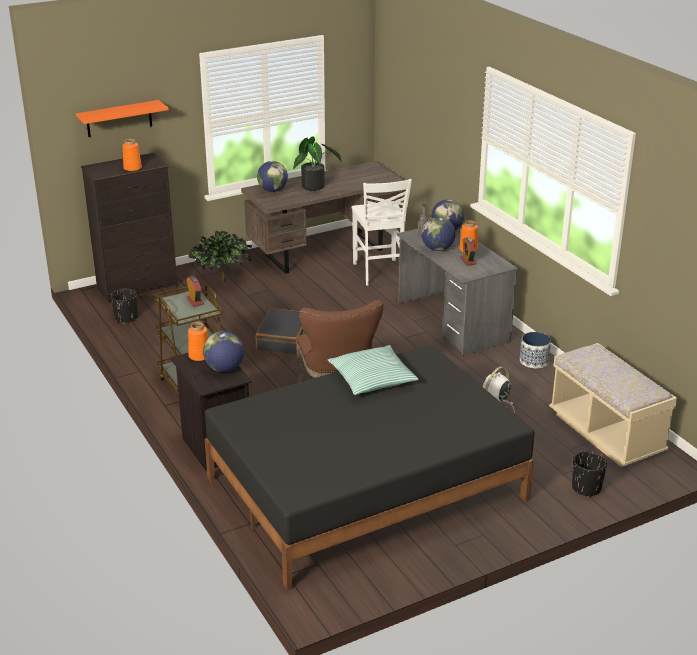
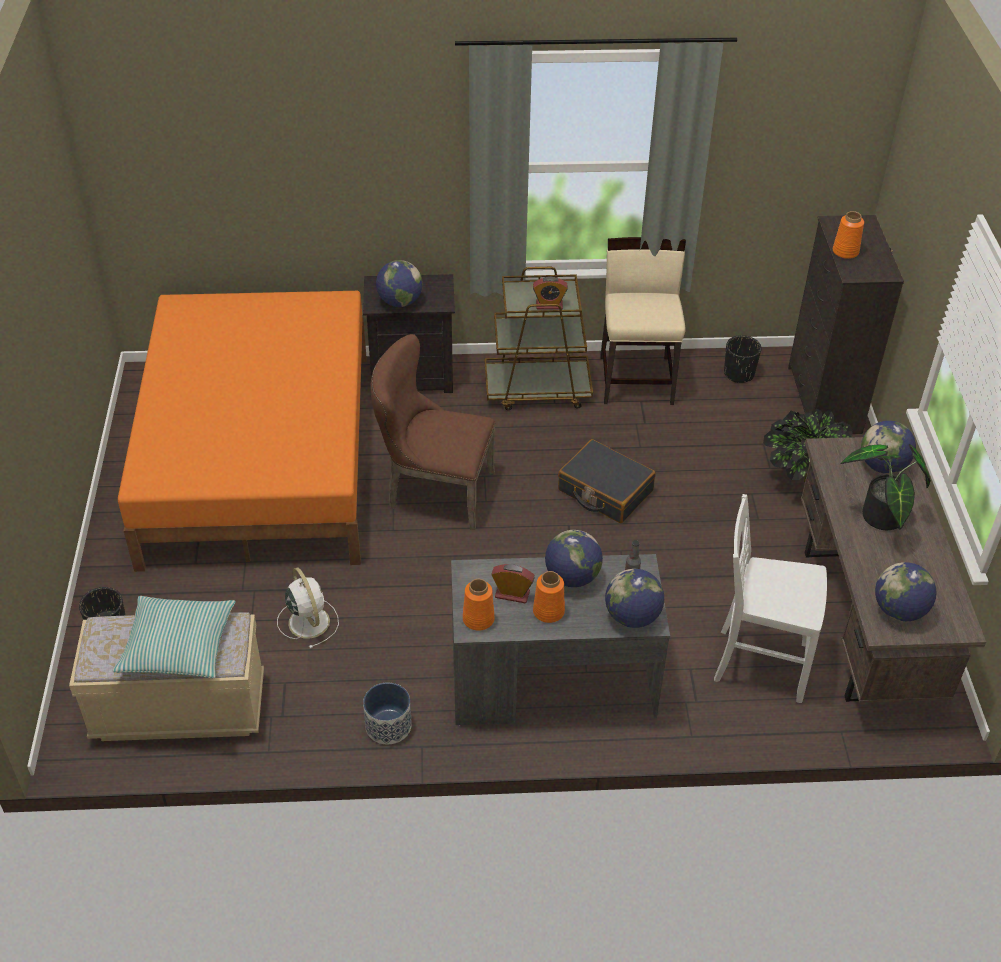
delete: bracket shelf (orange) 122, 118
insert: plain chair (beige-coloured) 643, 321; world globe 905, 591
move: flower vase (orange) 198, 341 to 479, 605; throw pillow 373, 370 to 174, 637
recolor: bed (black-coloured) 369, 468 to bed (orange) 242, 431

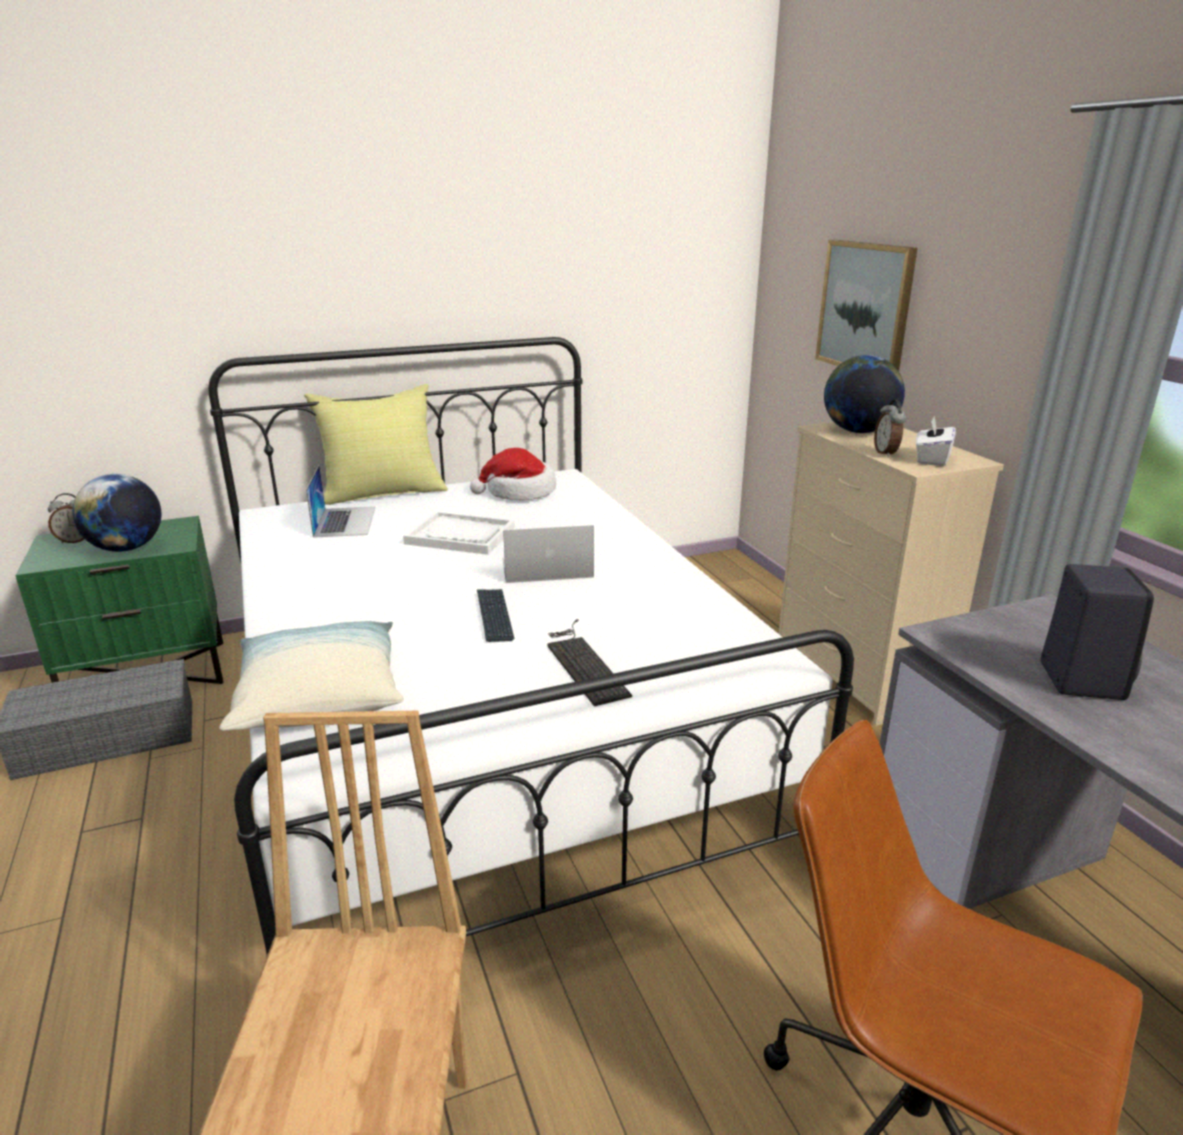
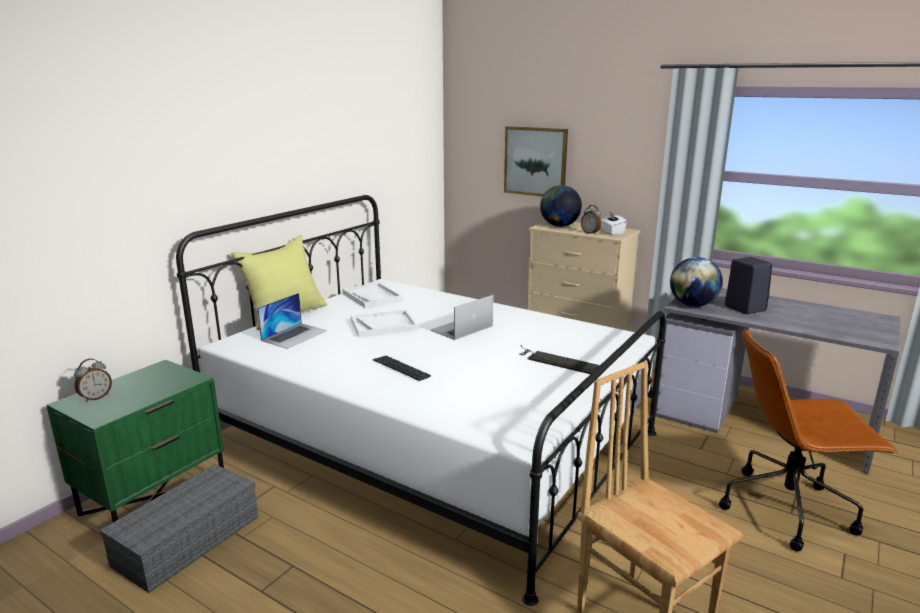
delete: throw pillow 311, 676
move: world globe 116, 513 to 696, 282; computer keyboard 495, 615 to 402, 368
replace: clothing hat 513, 474 to carrying tray (whitish) 372, 295
rotate: notebook computer 340, 502 = 292, 321 75 degrees clockwise

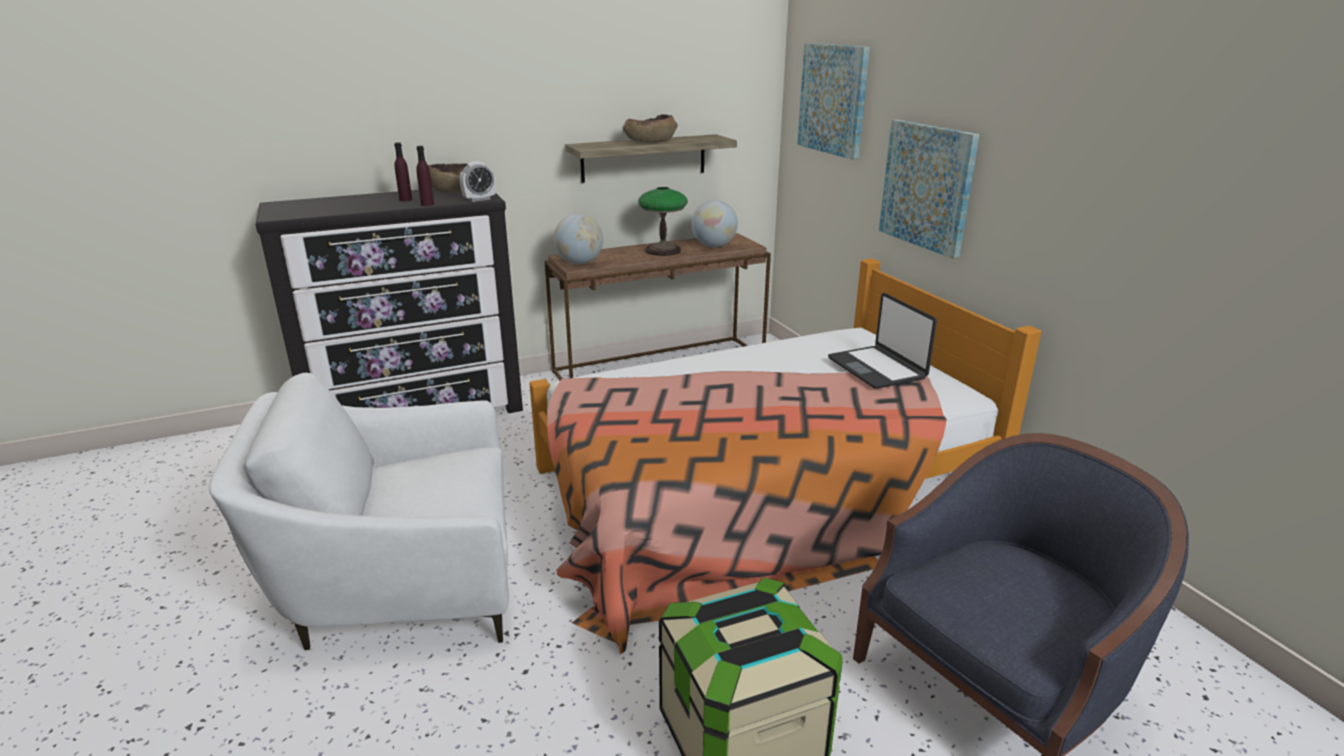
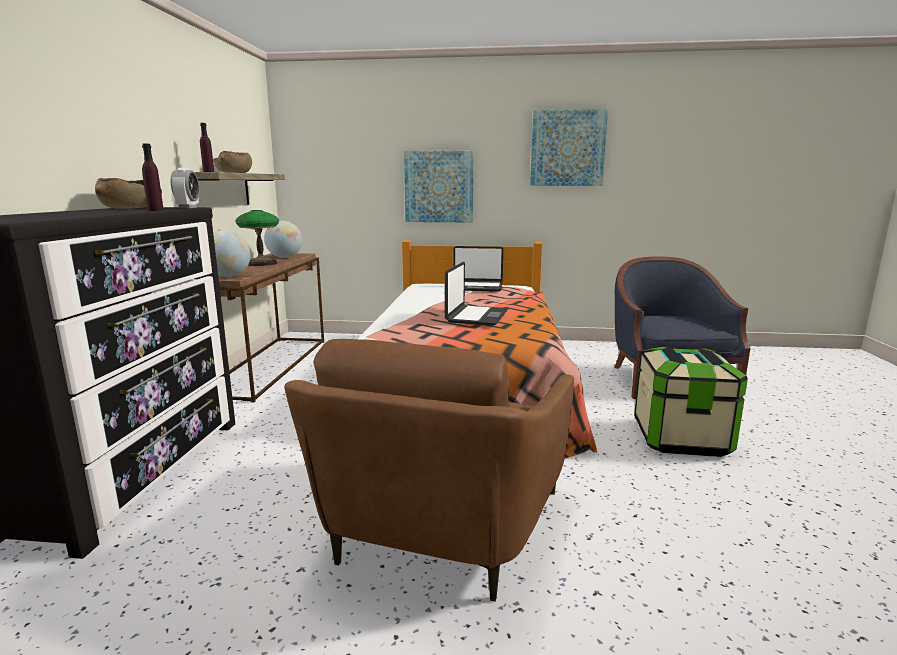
insert: notebook computer 476, 294
move: beverage bottle (purplish) 403, 171 to 207, 147; wall art 833, 101 to 569, 147
recolor: armchair (whitish) 359, 511 to armchair (brownish) 429, 470

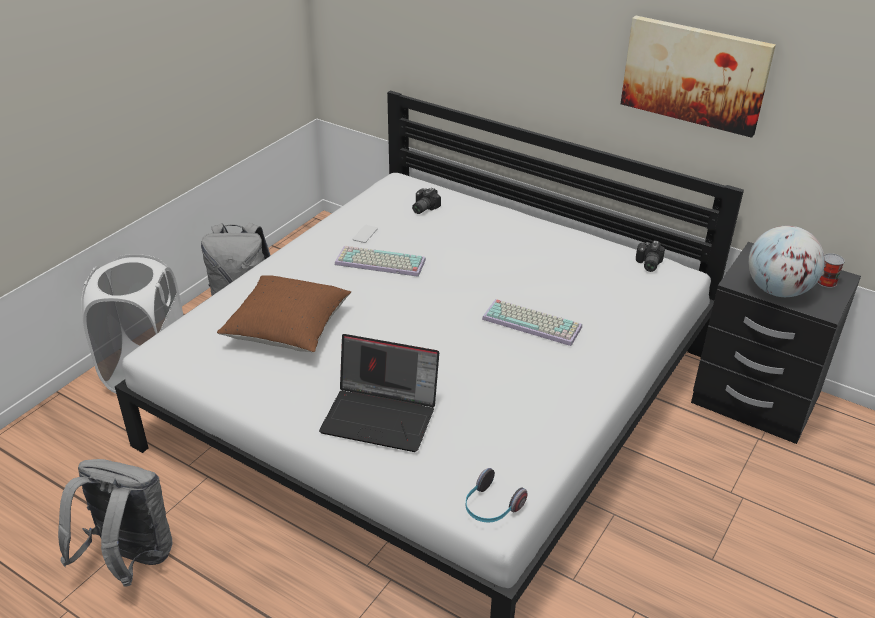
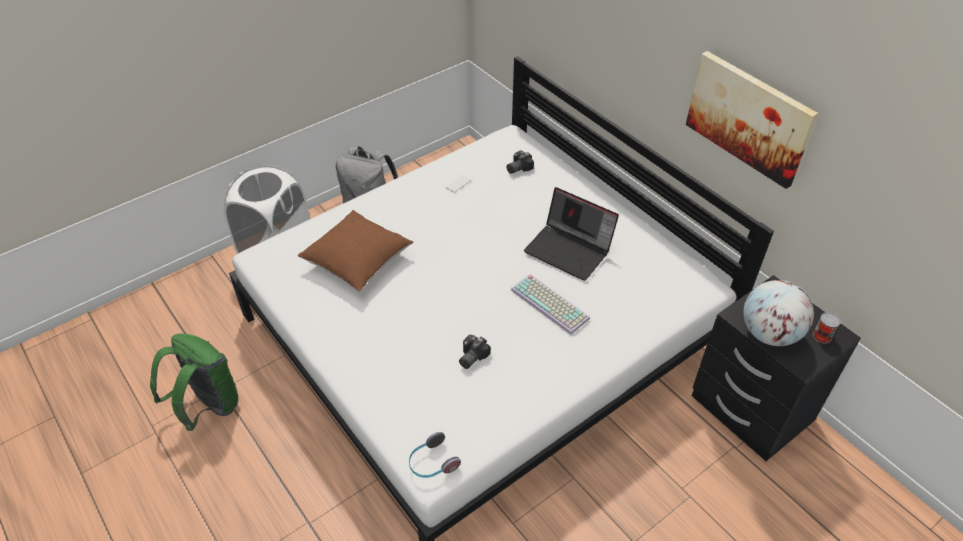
delete: computer keyboard 380, 261
move: notebook computer 379, 393 to 571, 234; still camera 650, 256 to 475, 352
recolor: backpack (gray) 115, 523 to backpack (green) 194, 382

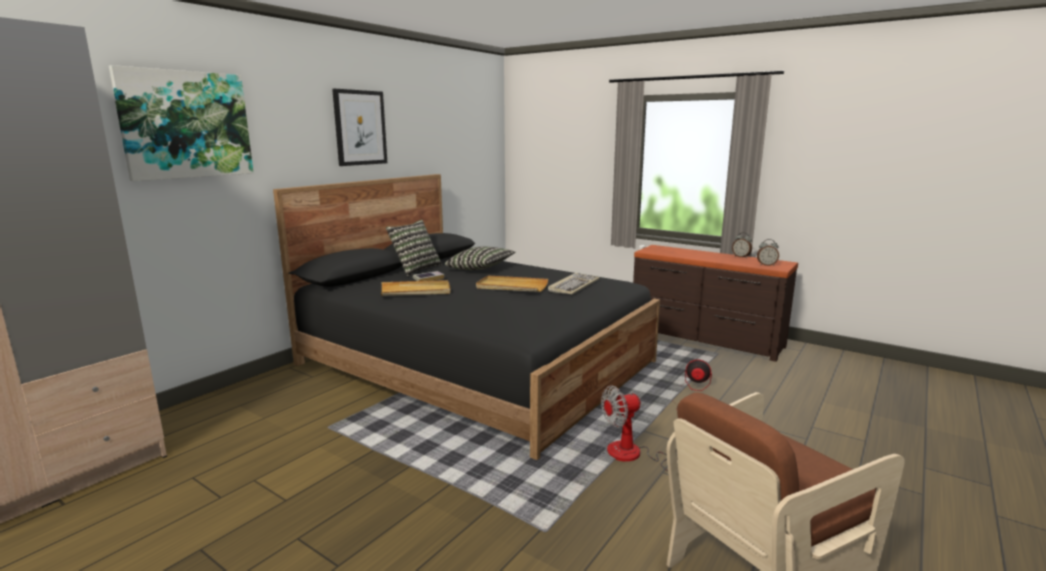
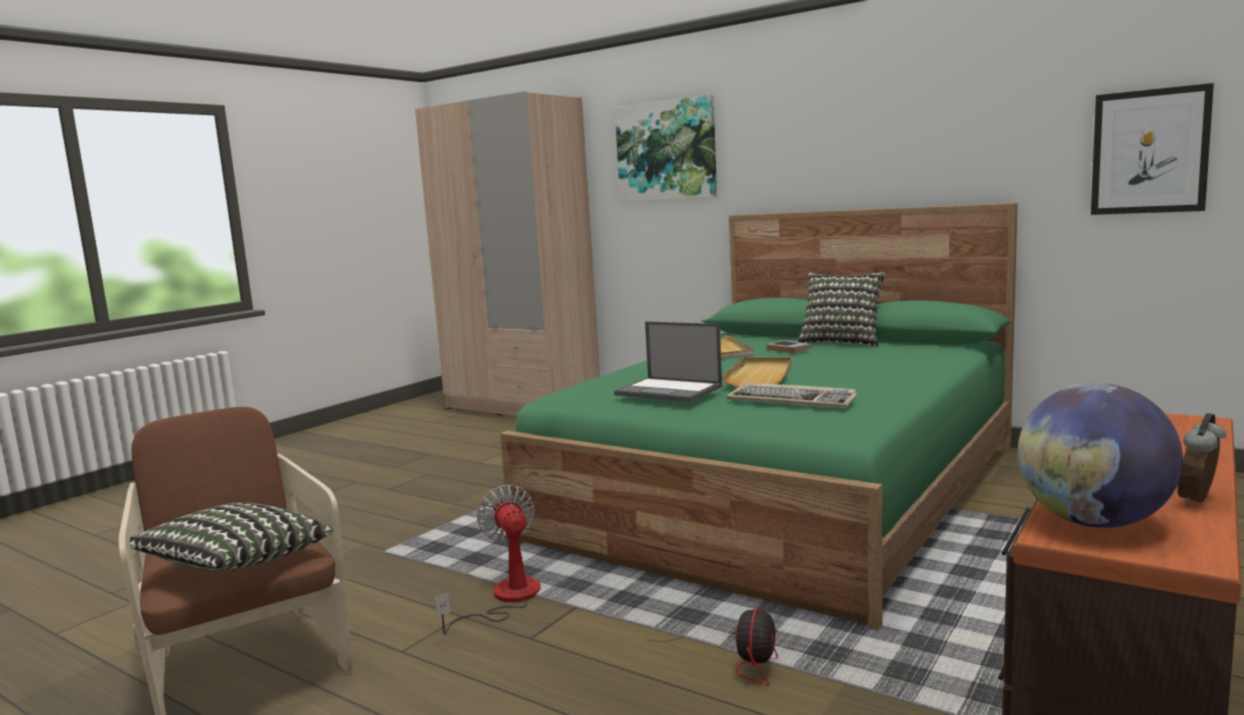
insert: notebook computer 668, 361
move: wall art 359, 127 to 1152, 149; throw pillow 480, 258 to 231, 536
replace: table clock 768, 252 to world globe 1100, 455
recolor: bed (black-coloured) 466, 317 to bed (green) 759, 417

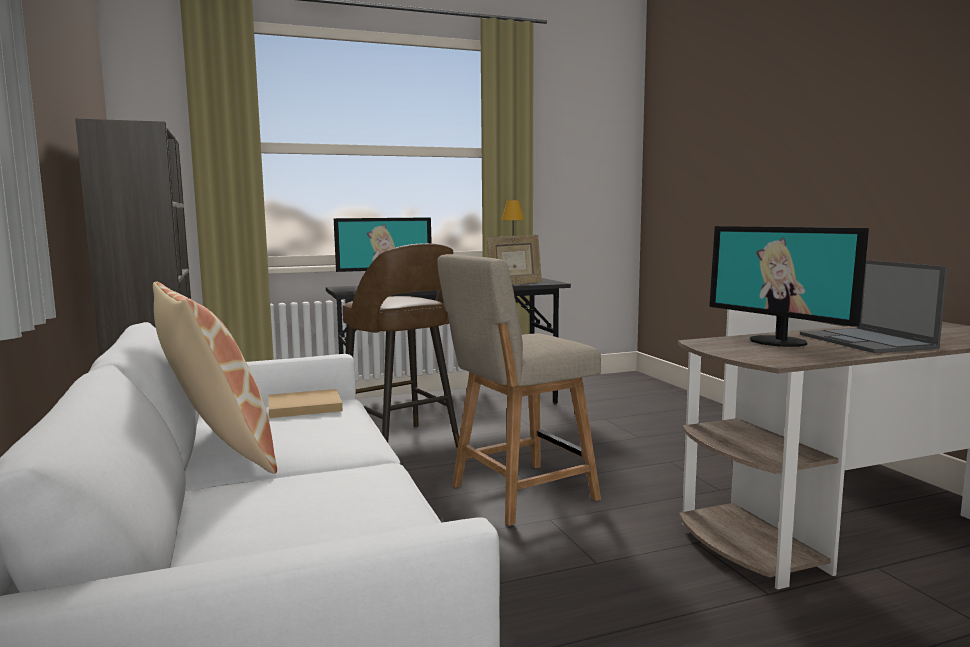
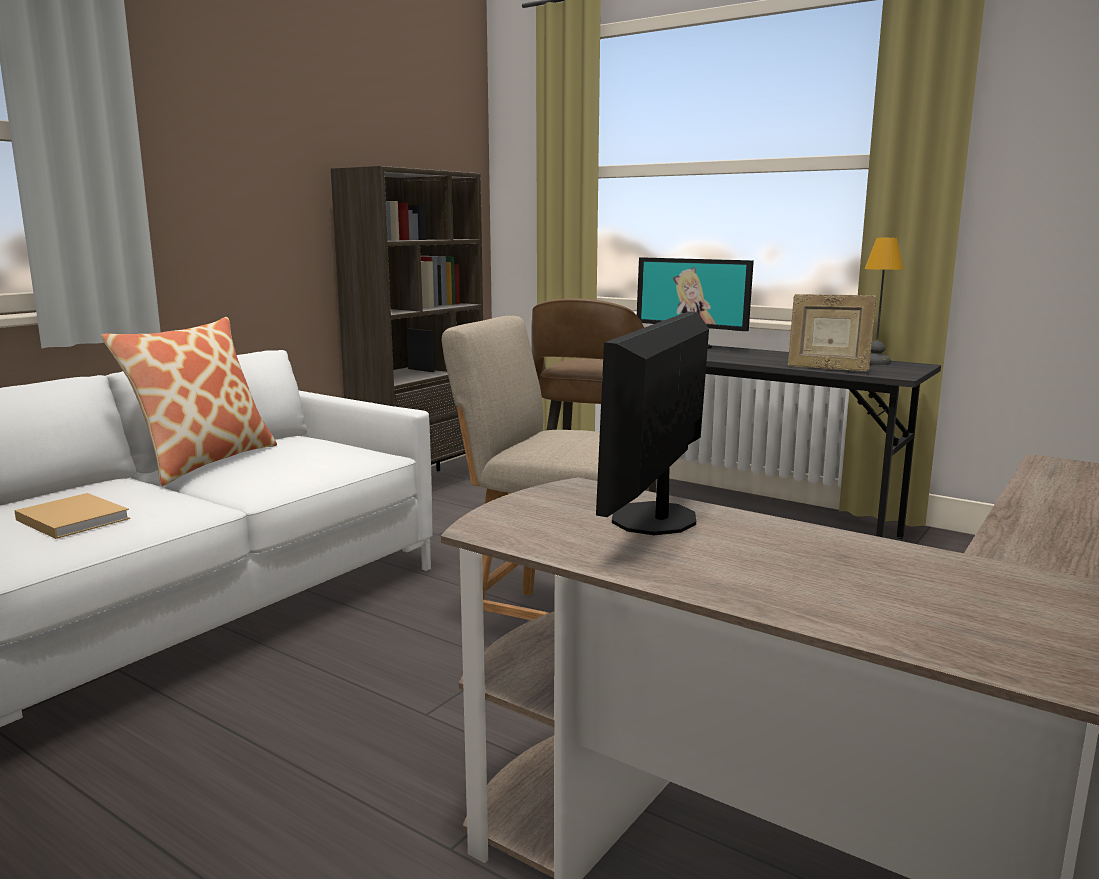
delete: notebook computer 874, 306
move: book (beige-coloured) 305, 403 to 72, 516

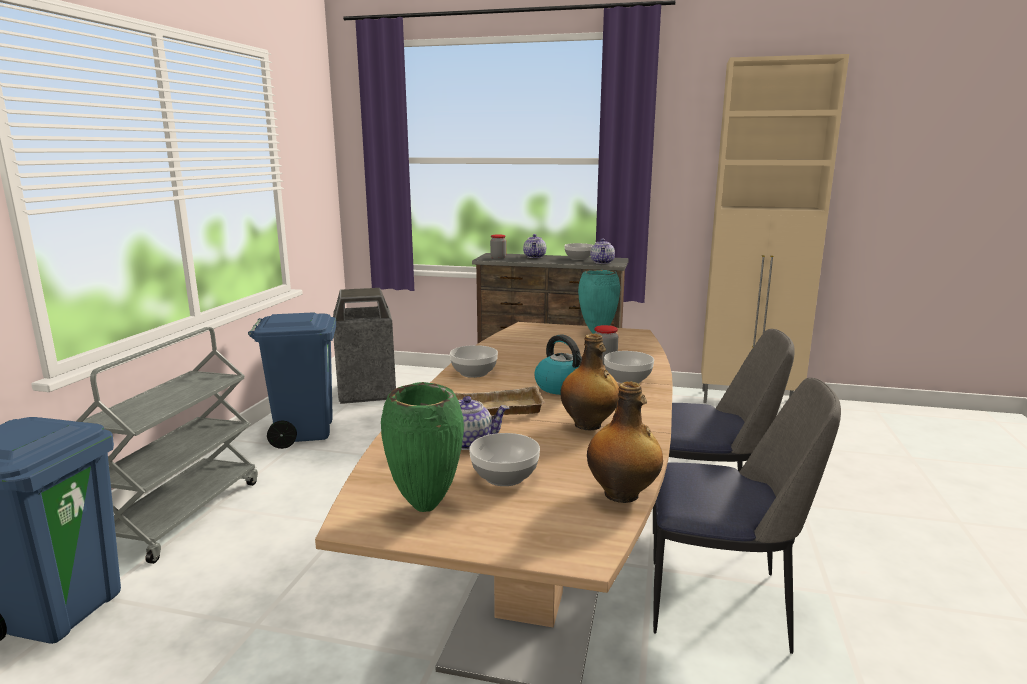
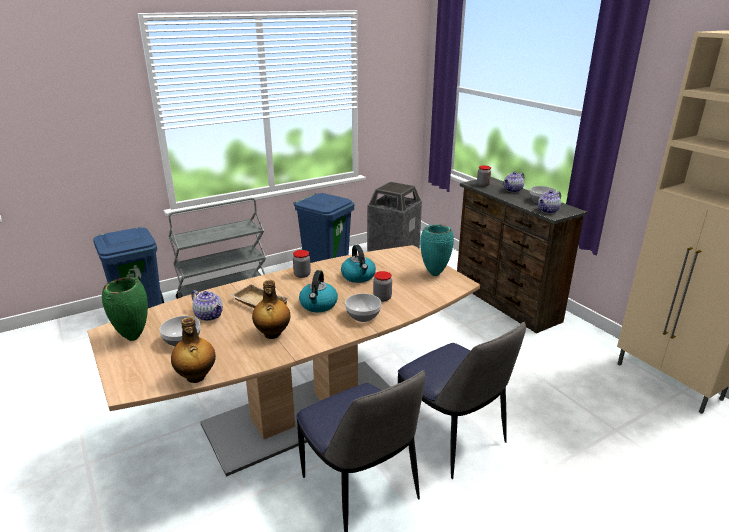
insert: kettle 358, 264
replace: serving bowl 474, 361 to preserve jar 302, 264

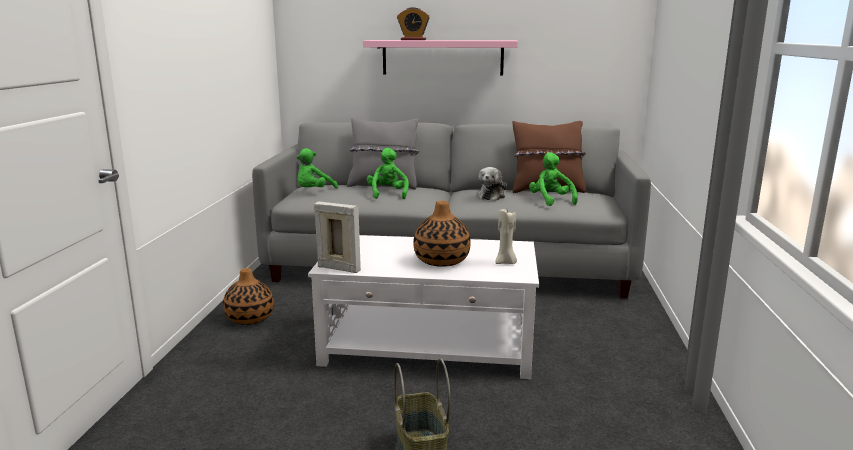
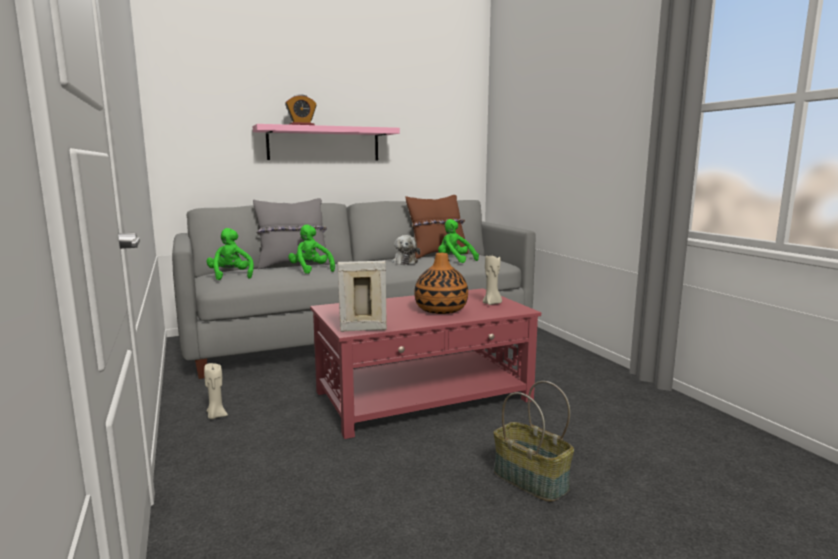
replace: flower vase 248, 296 to wax candle (beige-coloured) 216, 391
recolor: lounge table (whitish) 423, 307 to lounge table (red-coloured) 425, 363
rotate: cuddly toy (green) 317, 168 = 230, 254 150 degrees clockwise

